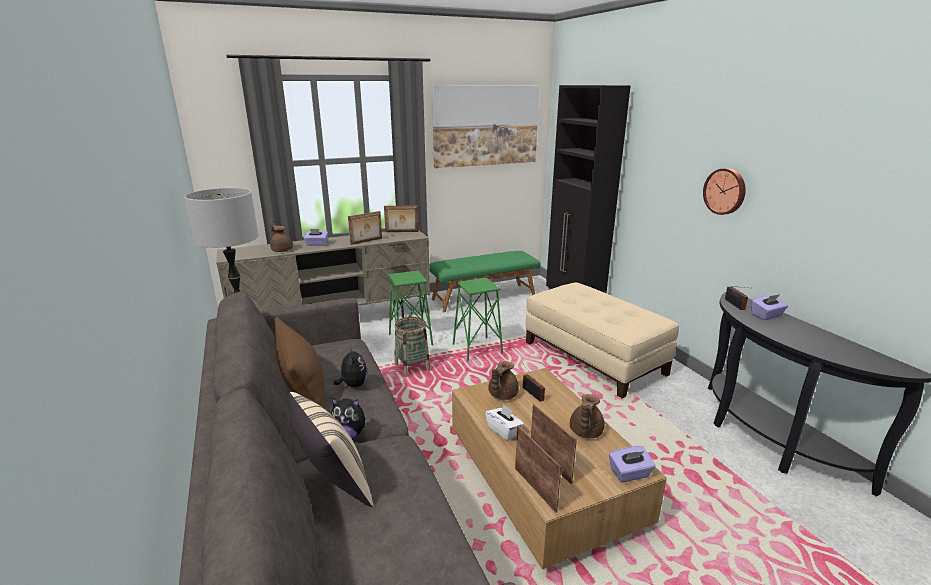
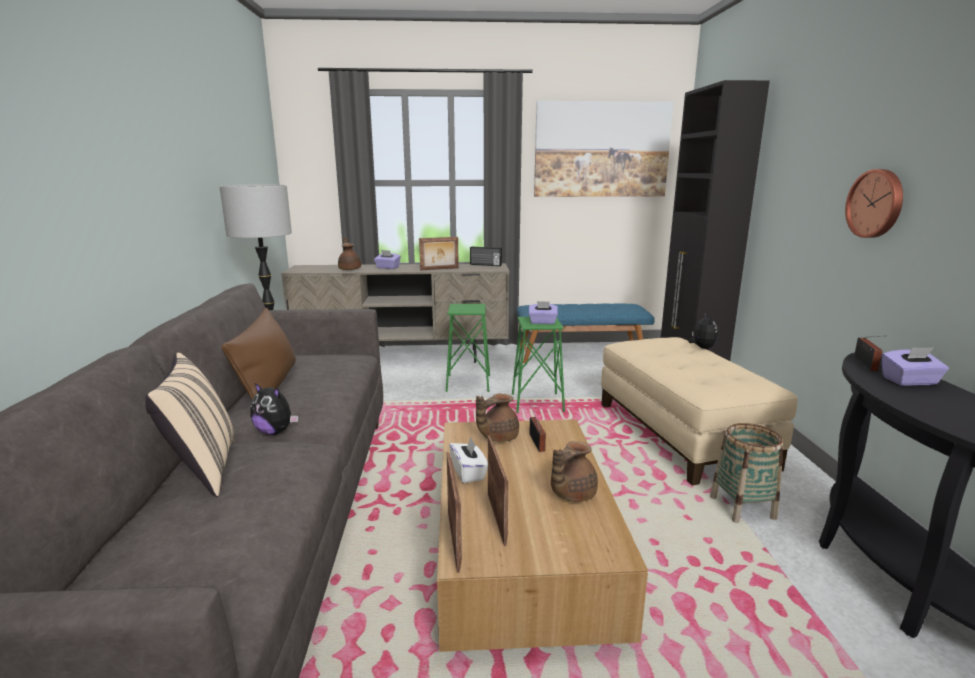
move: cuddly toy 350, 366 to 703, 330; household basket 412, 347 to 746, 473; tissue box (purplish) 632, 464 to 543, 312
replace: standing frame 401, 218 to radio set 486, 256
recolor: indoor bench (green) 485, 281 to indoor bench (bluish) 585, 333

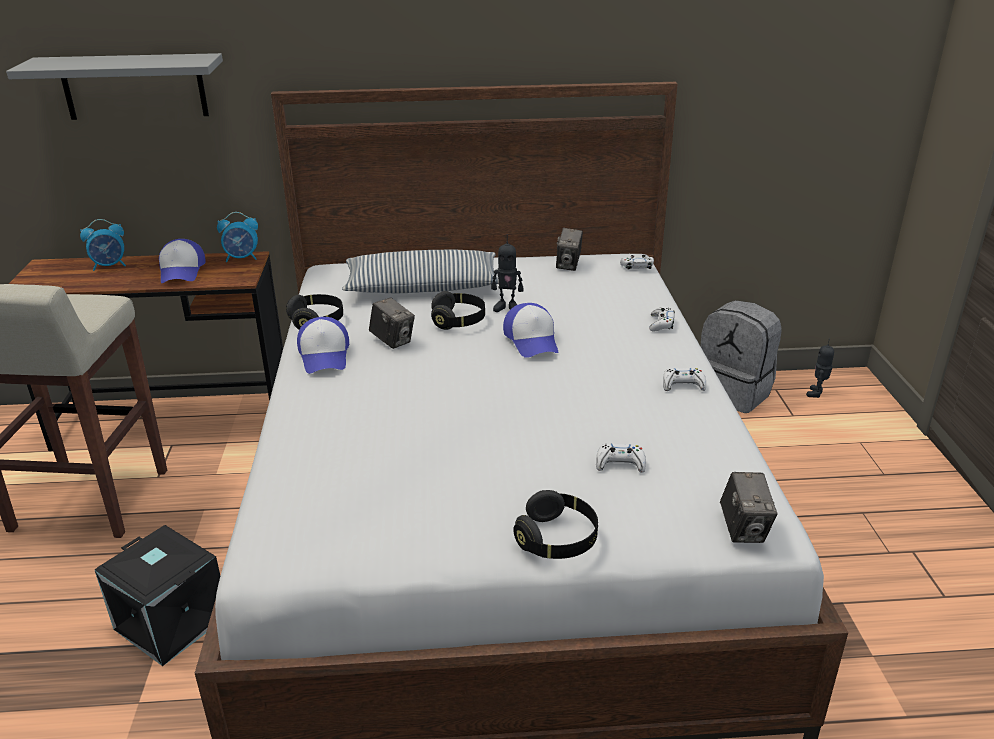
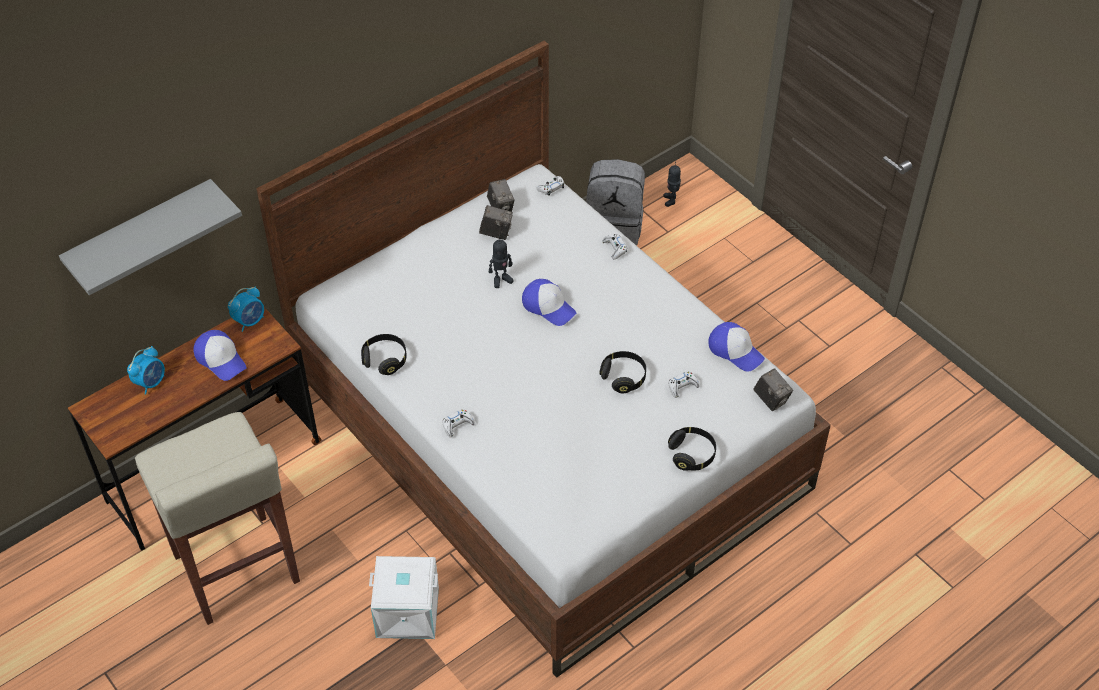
delete: throw pillow 420, 271
move: baseball cap 323, 345 to 736, 346; still camera 392, 323 to 496, 222; headset (black-coloured) 458, 310 to 623, 372; joypad (whitish) 684, 379 to 459, 423
recolor: storage box (black-coloured) 157, 595 to storage box (whitish) 404, 597

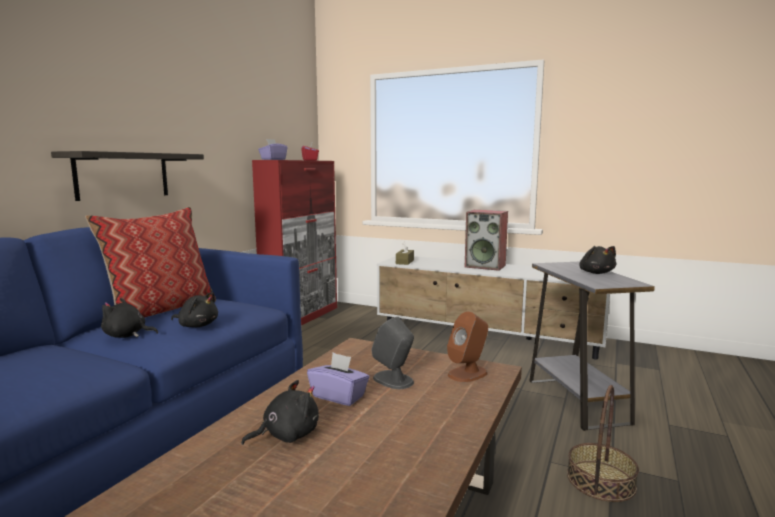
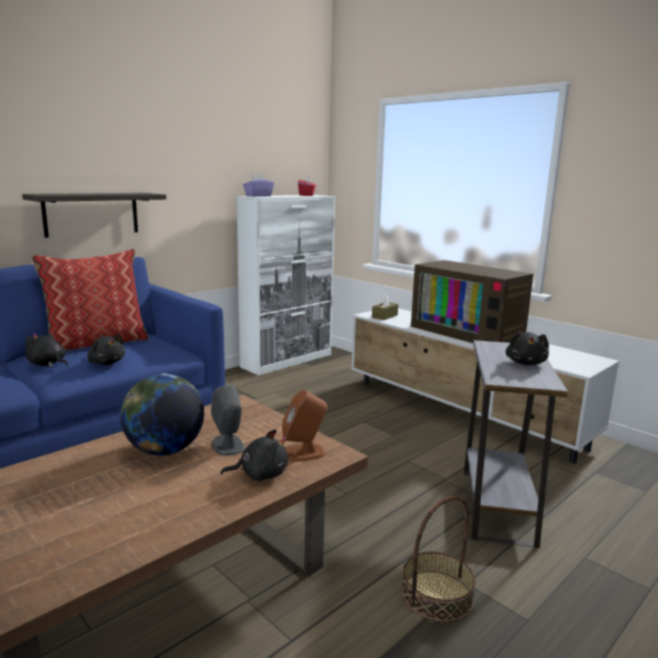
move: cuddly toy (black-coloured) 280, 412 to 254, 455
replace: tissue box (purplish) 338, 379 to world globe 162, 414; audio speaker 486, 240 to TV 472, 301
recolor: cupboard (red-coloured) 294, 242 to cupboard (whitish) 286, 285

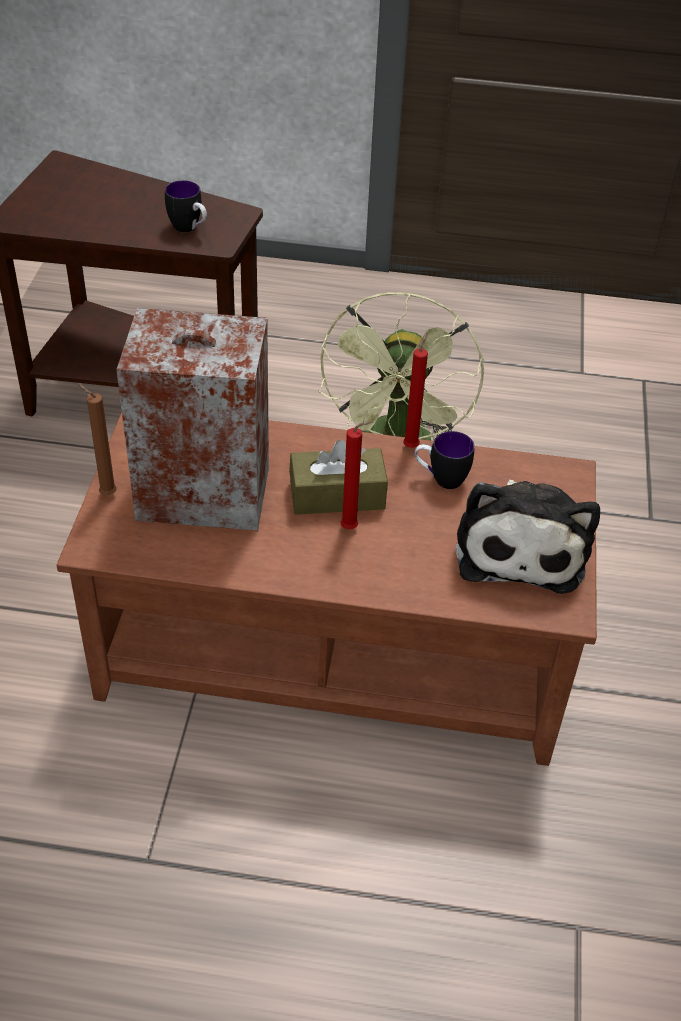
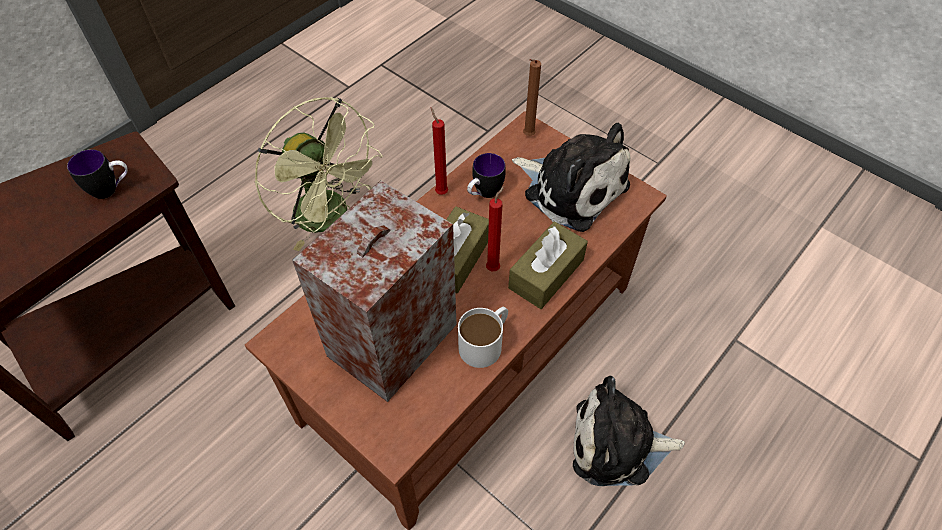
insert: coffee mug (whitish) 483, 337; tissue box (brownish) 548, 265; cuddly toy 629, 431
move: wax candle (brownish) 97, 439 to 532, 97

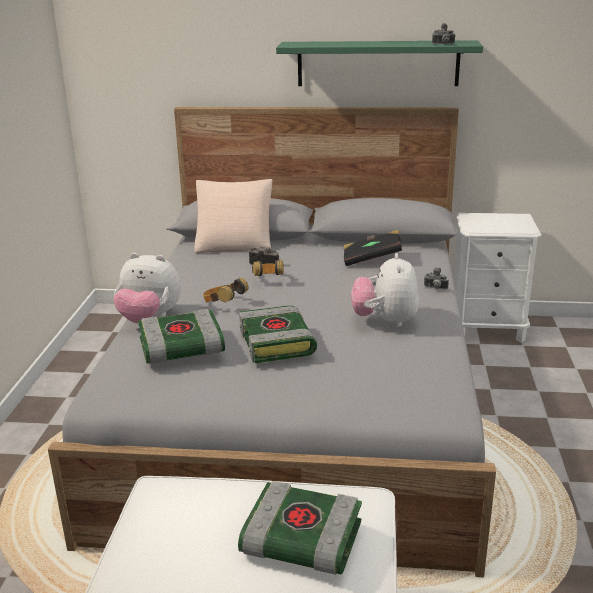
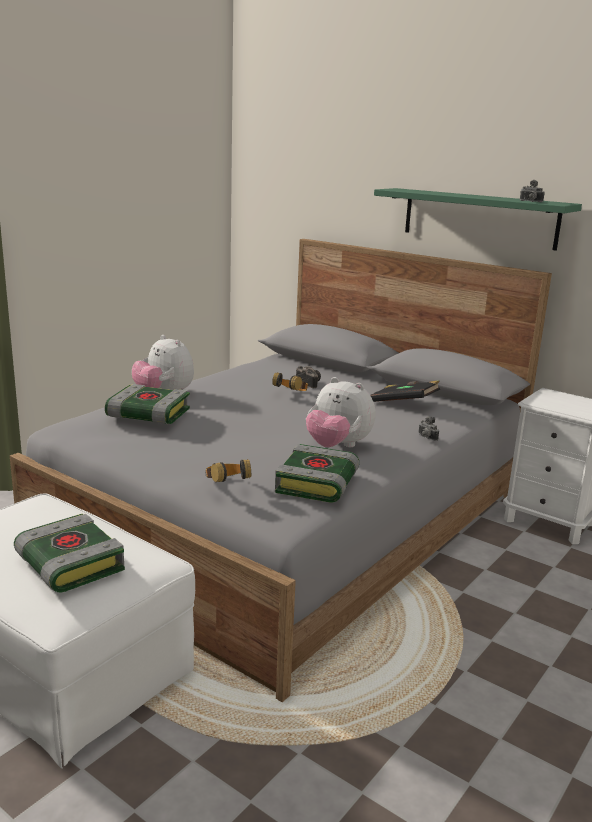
delete: throw pillow (beige-coloured) 233, 216
move: headset 226, 290 to 228, 471; book 278, 334 to 317, 473
rotate: cuddly toy 385, 290 = 341, 412 90 degrees counterclockwise

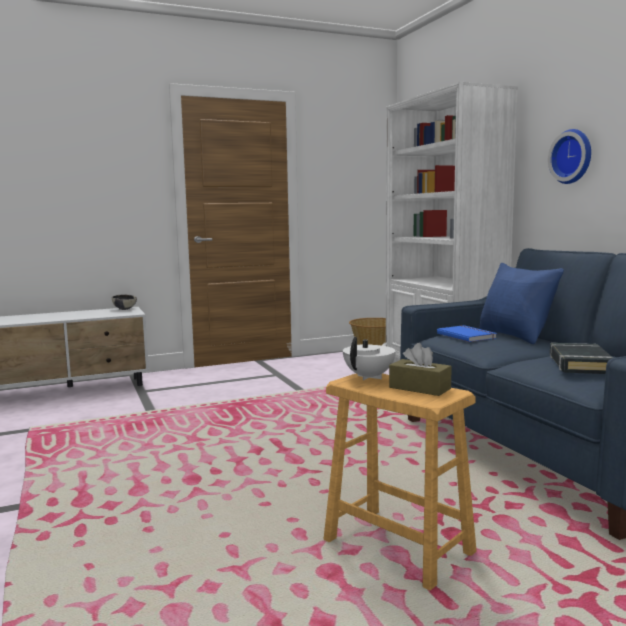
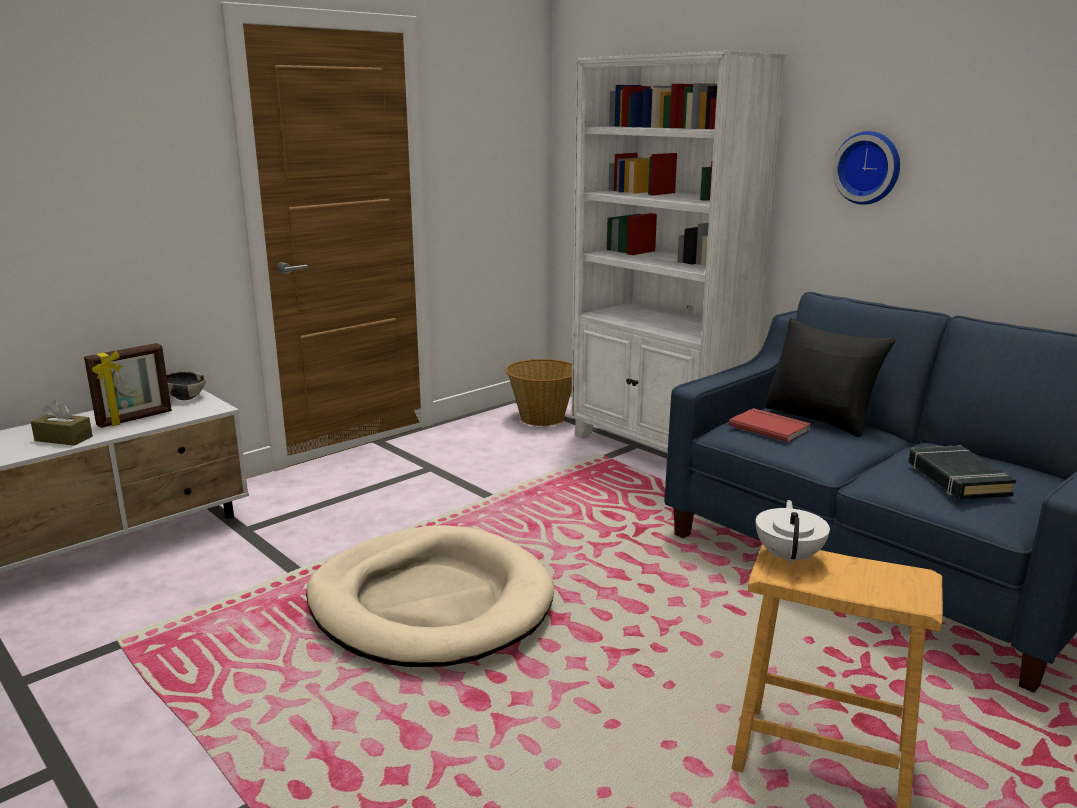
insert: standing frame 128, 385; dog cushion (beige-coloured) 430, 596
move: tissue box (brownish) 420, 369 to 62, 423
recolor: book (bluish) 467, 333 to book (red-coloured) 770, 425; throw pillow (bluish) 521, 303 to throw pillow (black-coloured) 830, 377

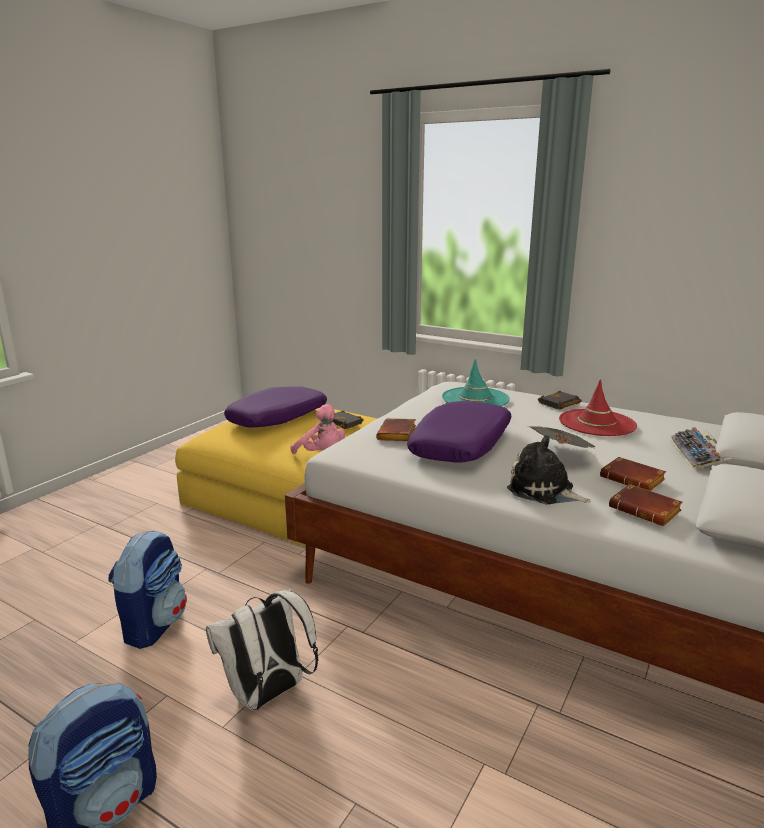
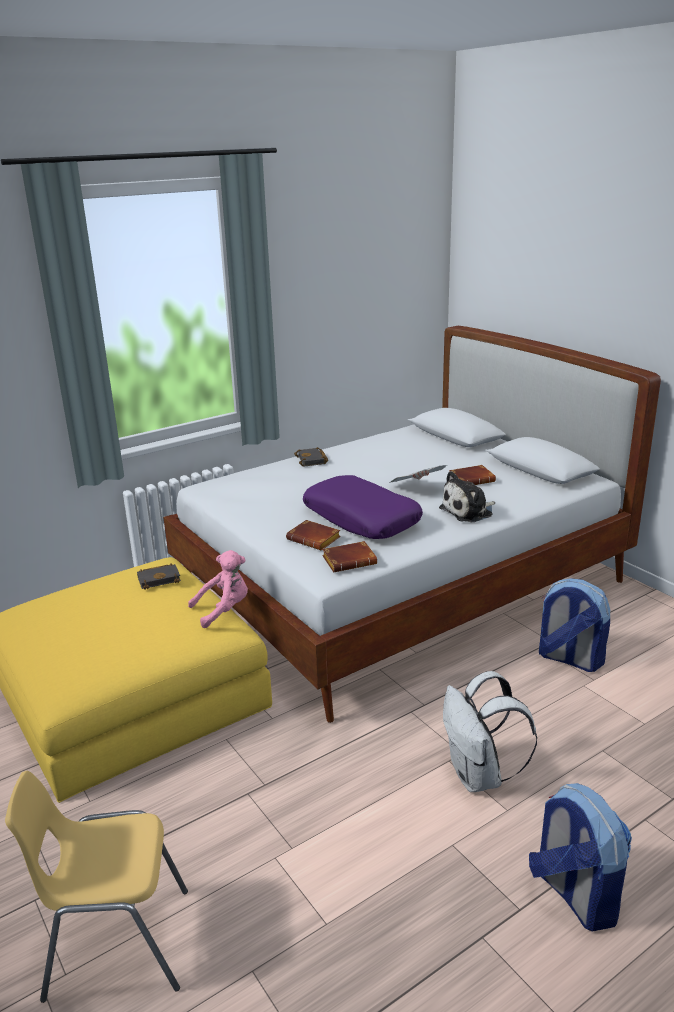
delete: throw pillow (purplish) 275, 406; clothing hat (turquoise-coloured) 476, 382; clothing hat (red-coloured) 598, 407; computer keyboard 701, 448
insert: plain chair (yellow) 96, 887
move: backpack 148, 590 to 574, 625; book (brownish) 646, 505 to 349, 556

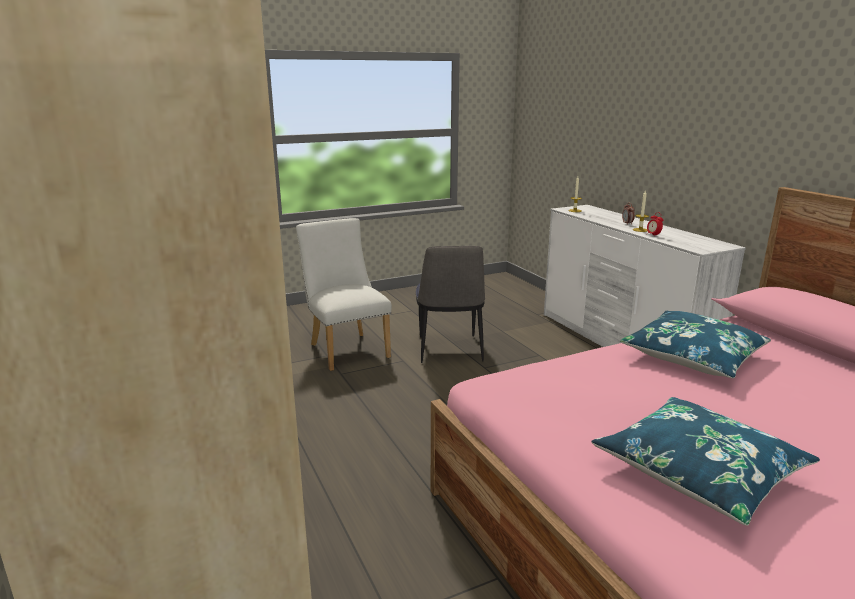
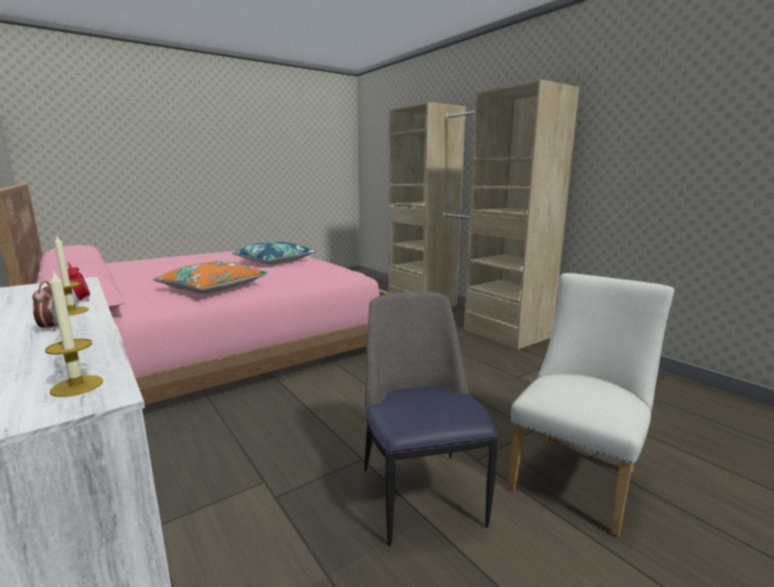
recolor: throw pillow (bluish) 695, 344 to throw pillow (orange) 210, 277
rotate: plain chair (whitish) 344, 294 = 591, 404 105 degrees counterclockwise

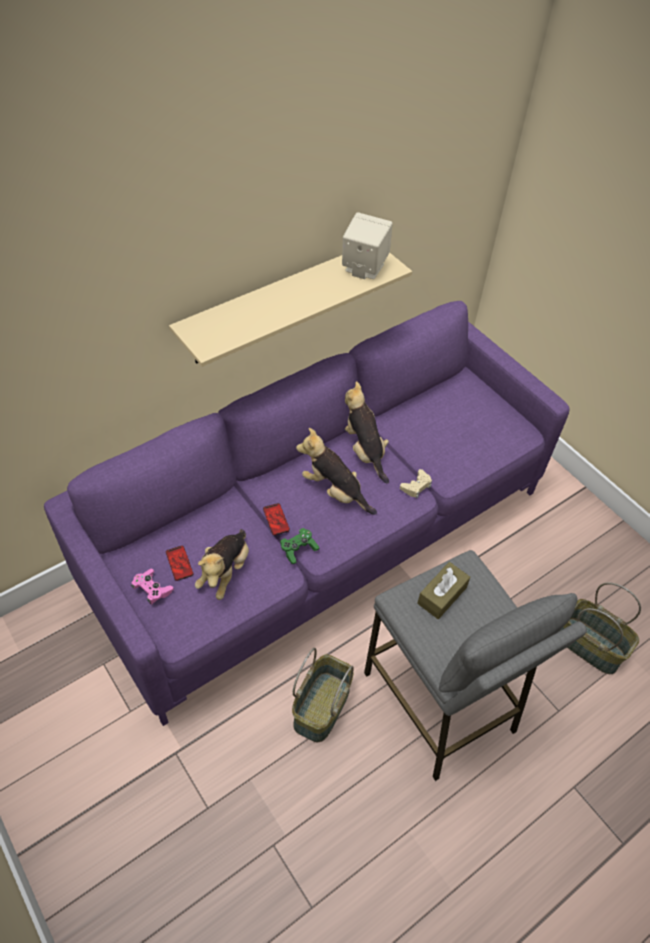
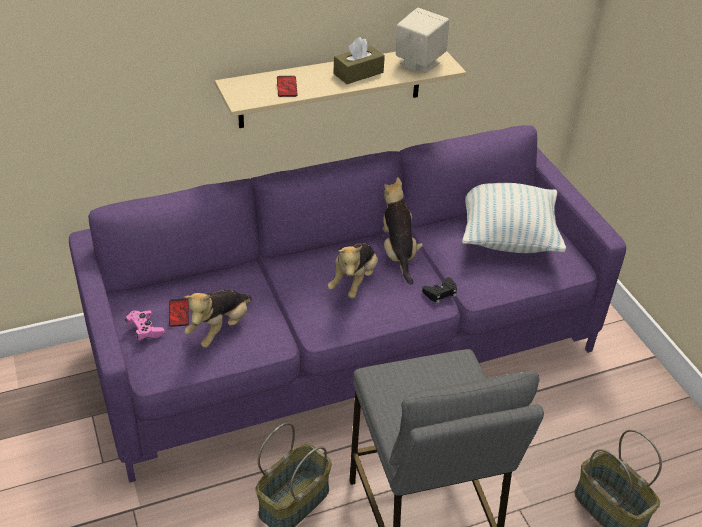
delete: joypad (green) 300, 546
insert: throw pillow 514, 218
move: telephone 276, 519 to 287, 86; tissue box (brownish) 443, 590 to 359, 60
recolor: joypad (beige-coloured) 416, 483 to joypad (black-coloured) 439, 290
rotate: cuddly toy 336, 471 = 353, 270 120 degrees counterclockwise

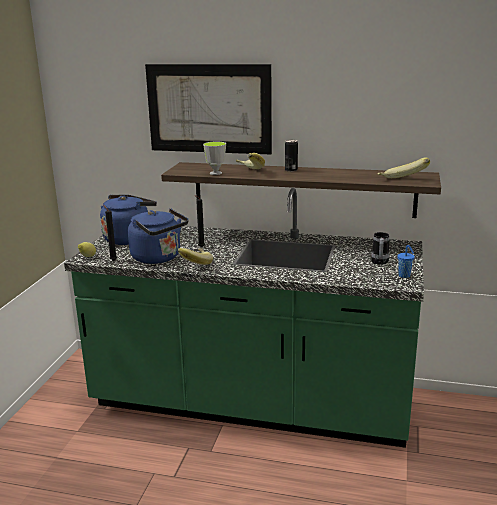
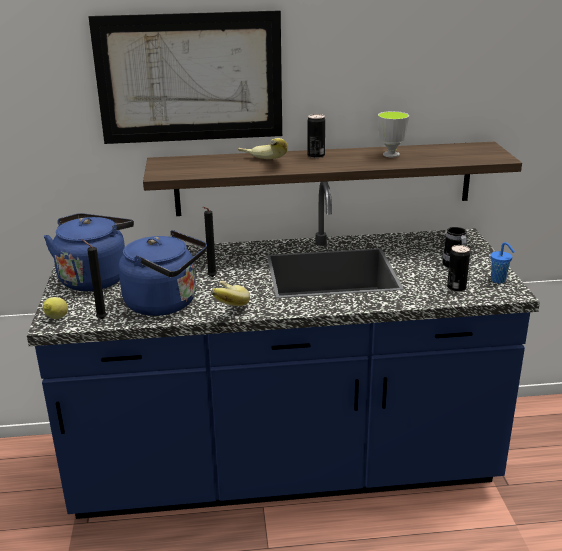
delete: banana fruit 404, 167
insert: can 458, 268
move: drinking cup 214, 158 to 393, 134
recolor: counter (green) 244, 318 to counter (bluish) 283, 350

